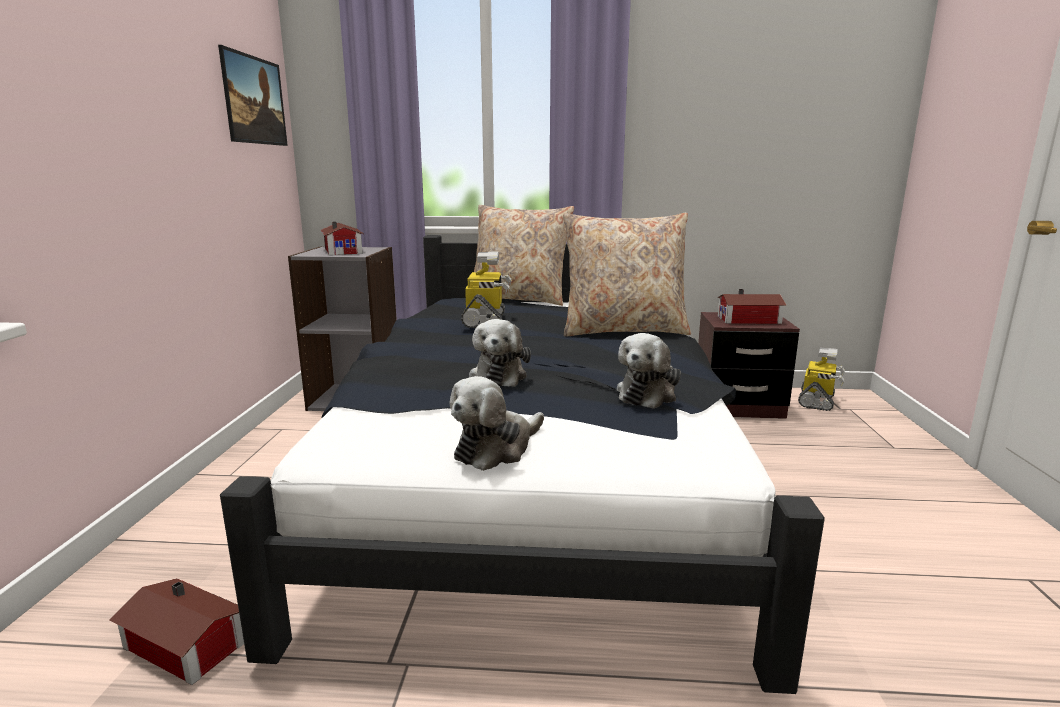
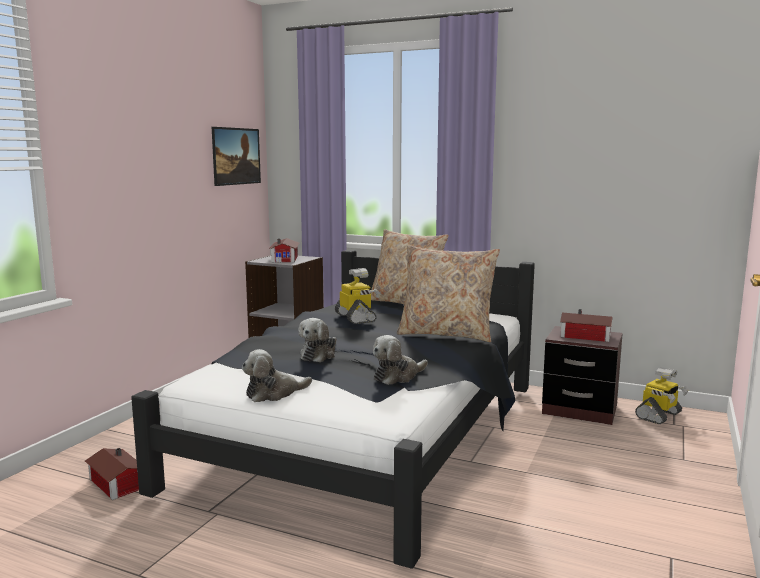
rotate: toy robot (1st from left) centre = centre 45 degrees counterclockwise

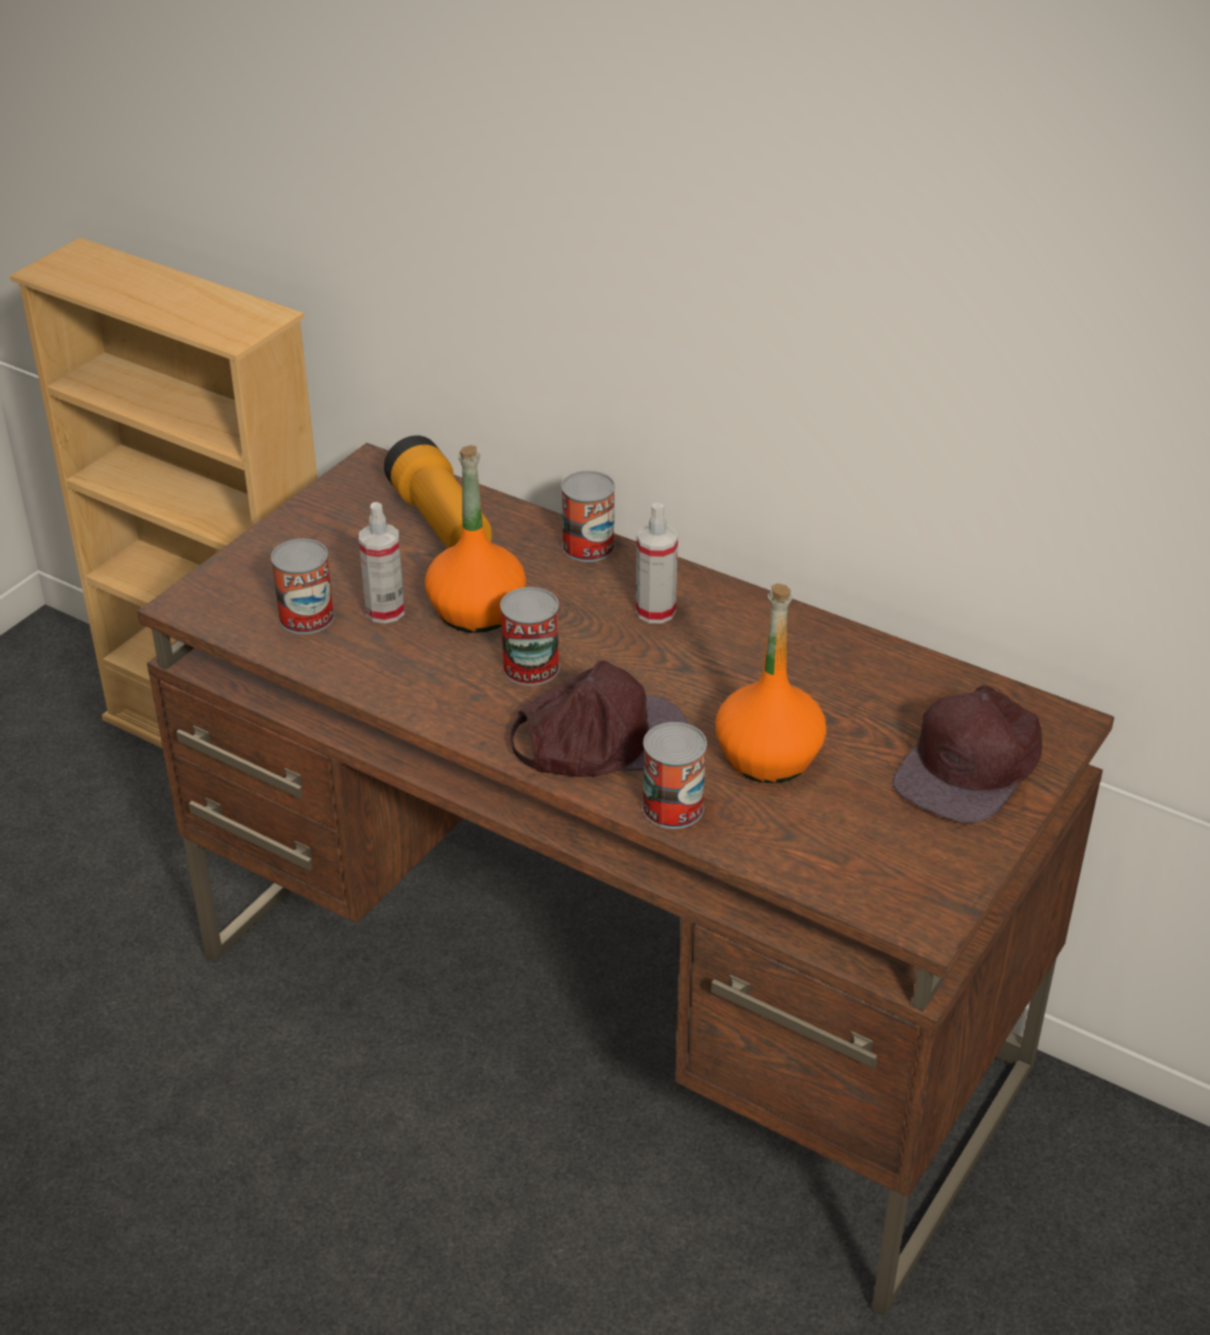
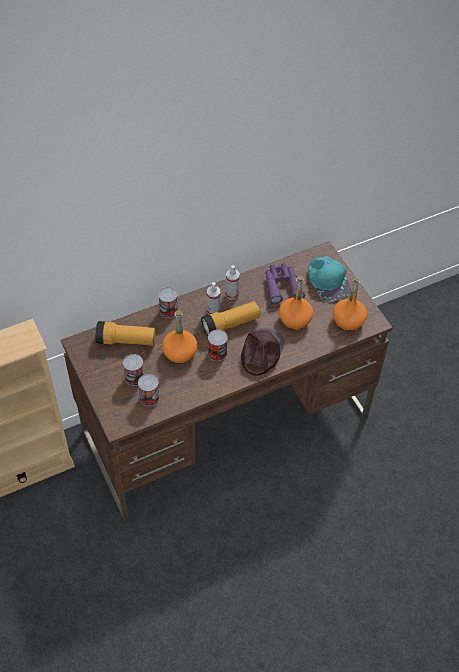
insert: flashlight (2nd from left) centre; purple binoculars centre; orange bottle (3rd from left) middle right
move: spray bottle (1st from left in the first image) middle left to spray bottle (2nd from left) centre; can (4th from left in the first image) centre to can (1st from left) middle left
recolor: brown cap (2nd from left) middle right to turquoise cap middle right

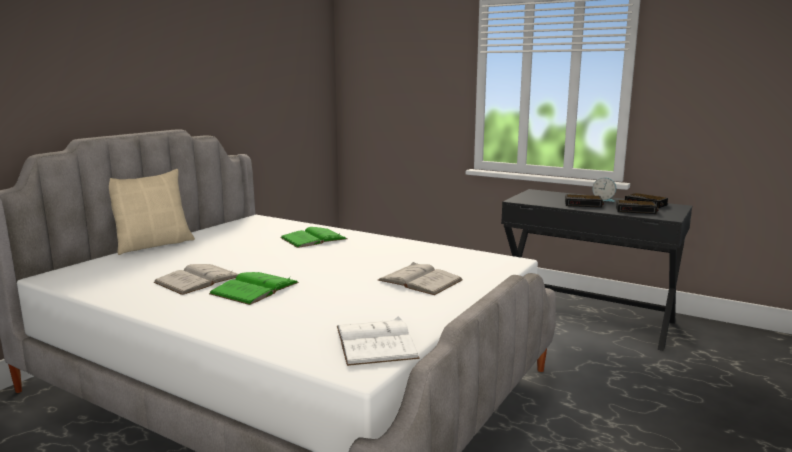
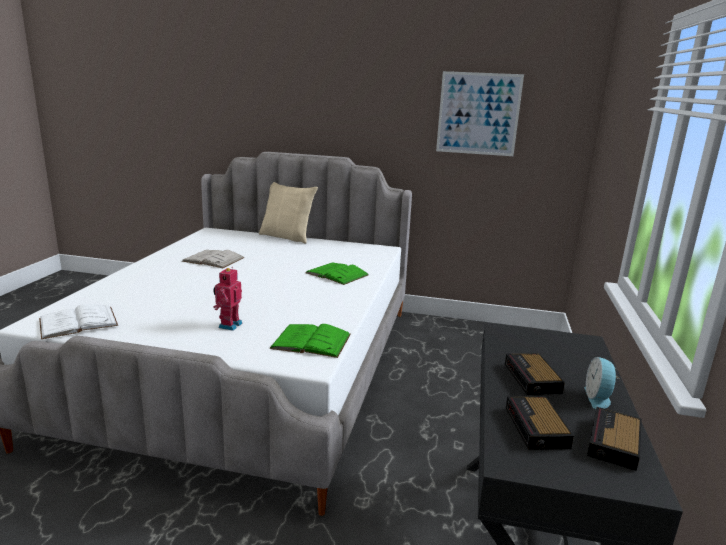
insert: picture top centre
move: green book (1st from left) middle left to centre
replace: white book (3rd from left) centre to toy robot middle left

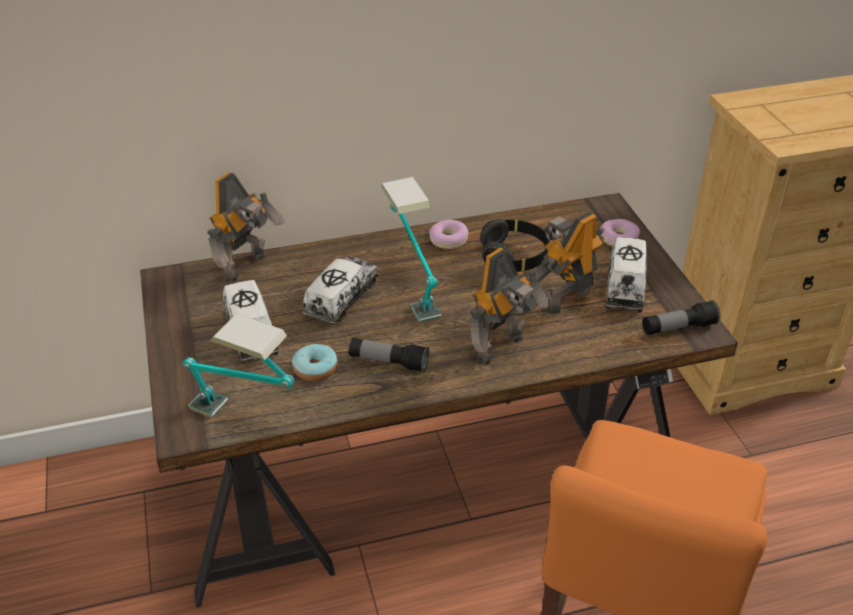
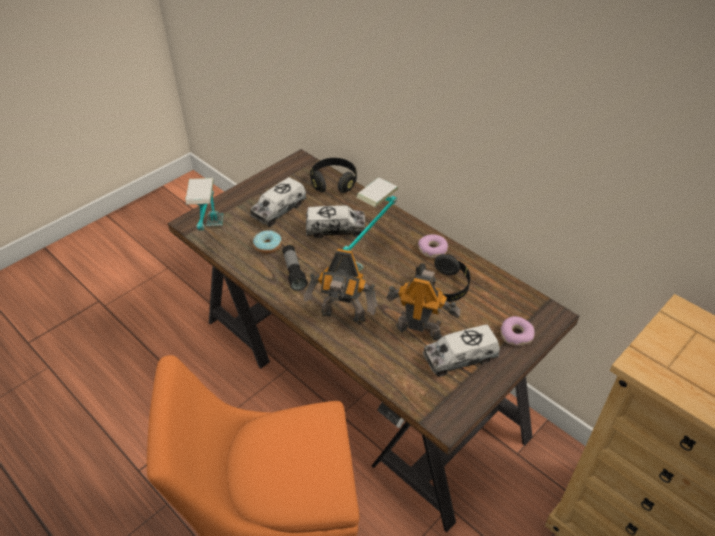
delete: flashlight (2nd from left) middle right
replace: toy robot (1st from left) middle left to black headphones (1st from left) top centre

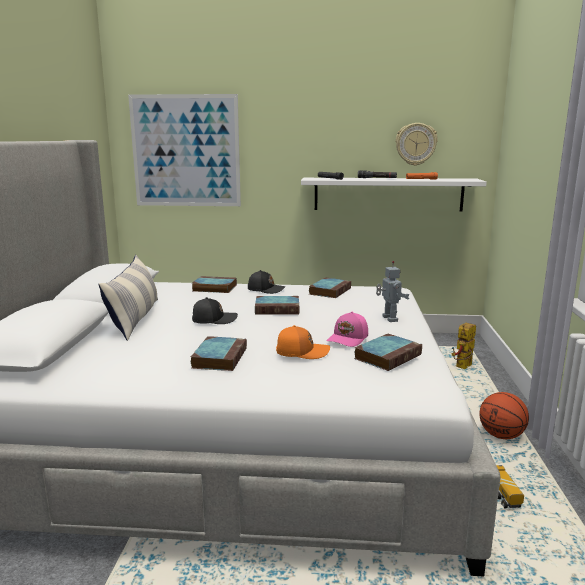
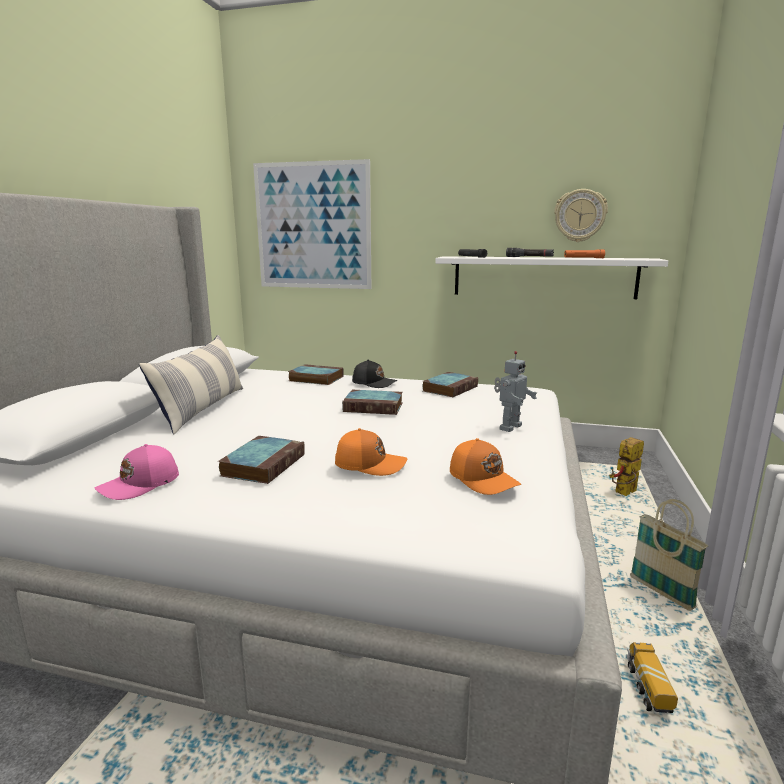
delete: black cap (1st from left) centre
move: pink cap centre to middle left
replace: book (5th from left) centre to orange cap (2nd from left) centre; basketball bottom right to basket bottom right
rotate: toy robot (1st from left) middle right = centre 45 degrees clockwise

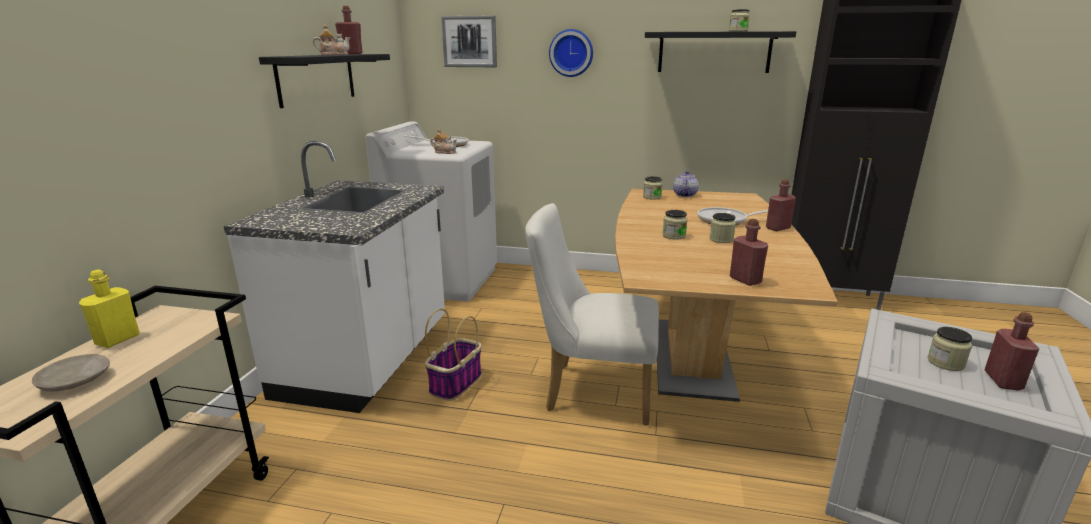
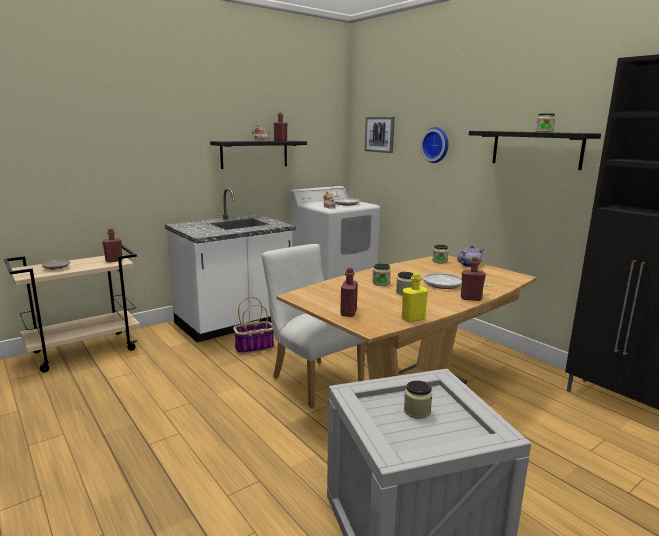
move: yellow bottle middle left to centre; red bottle (4th from left in the first image) bottom right to red bottle (1st from left) middle left

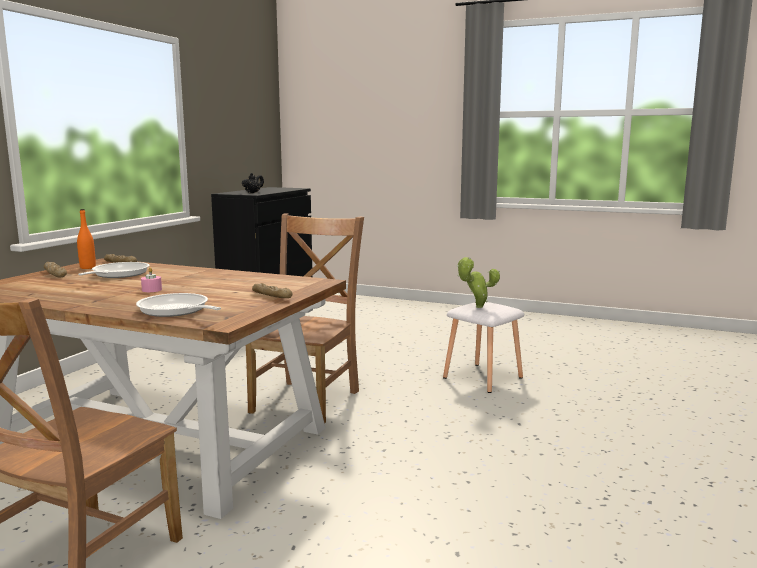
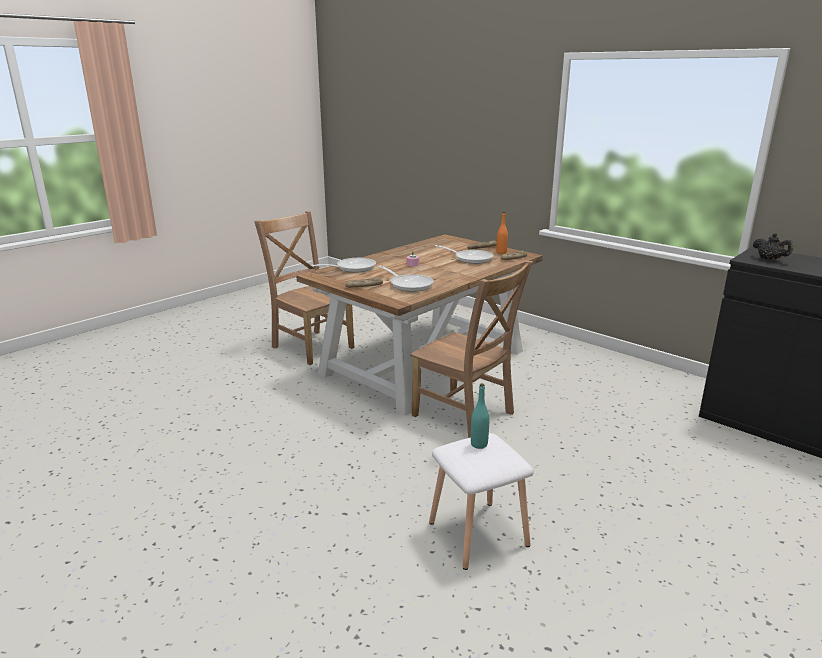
insert: frying pan (2nd from left) centre
replace: potted plant centre to turquoise bottle centre

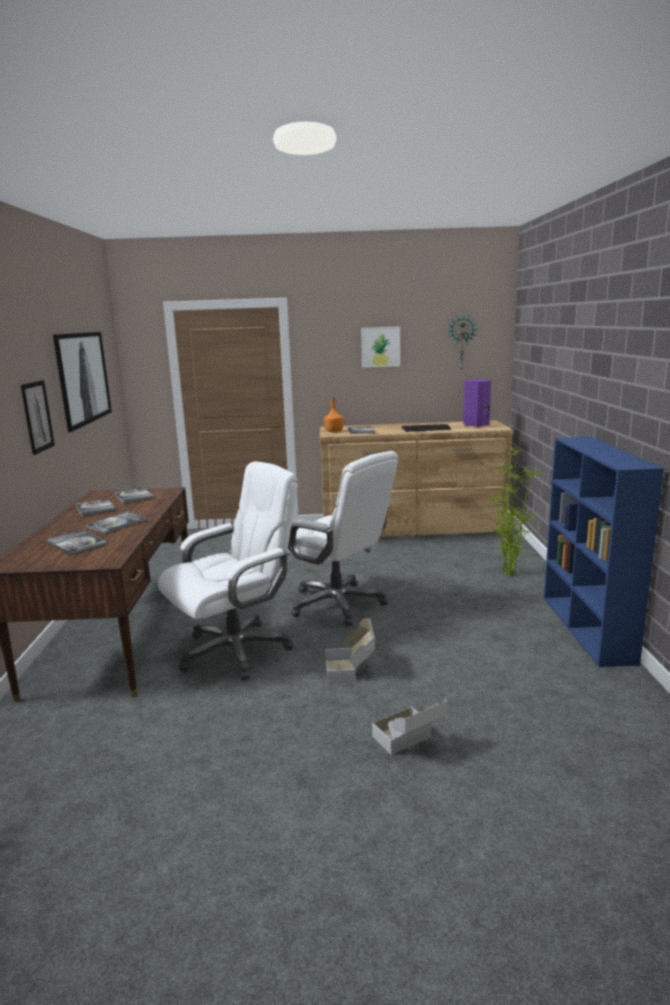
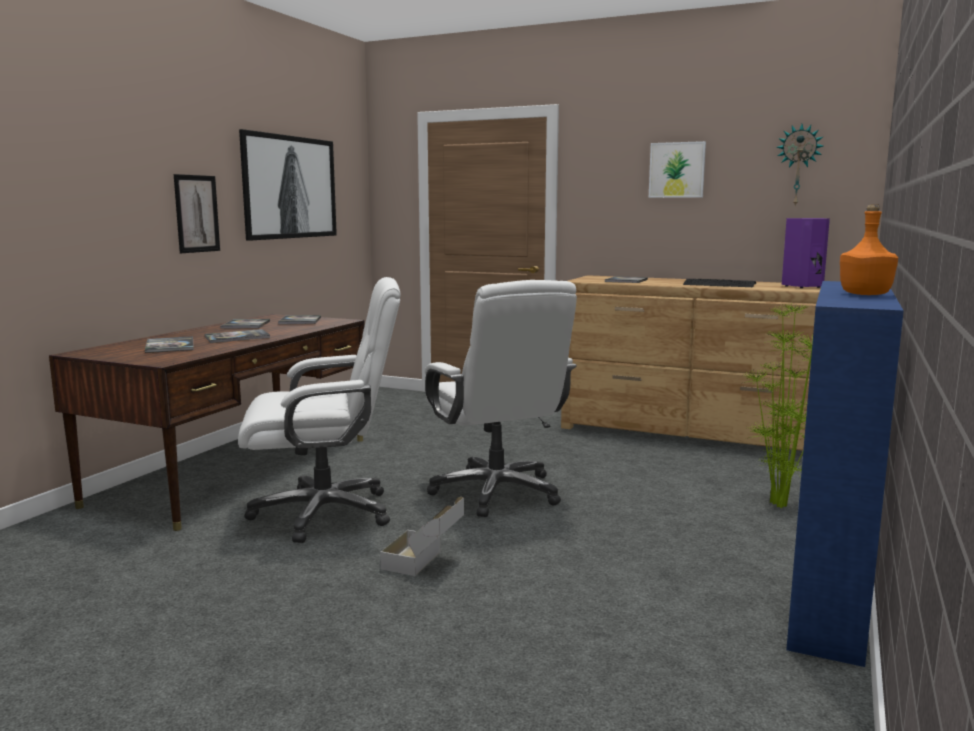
delete: cardboard box (2nd from left) bottom centre
move: orange bottle centre to middle right

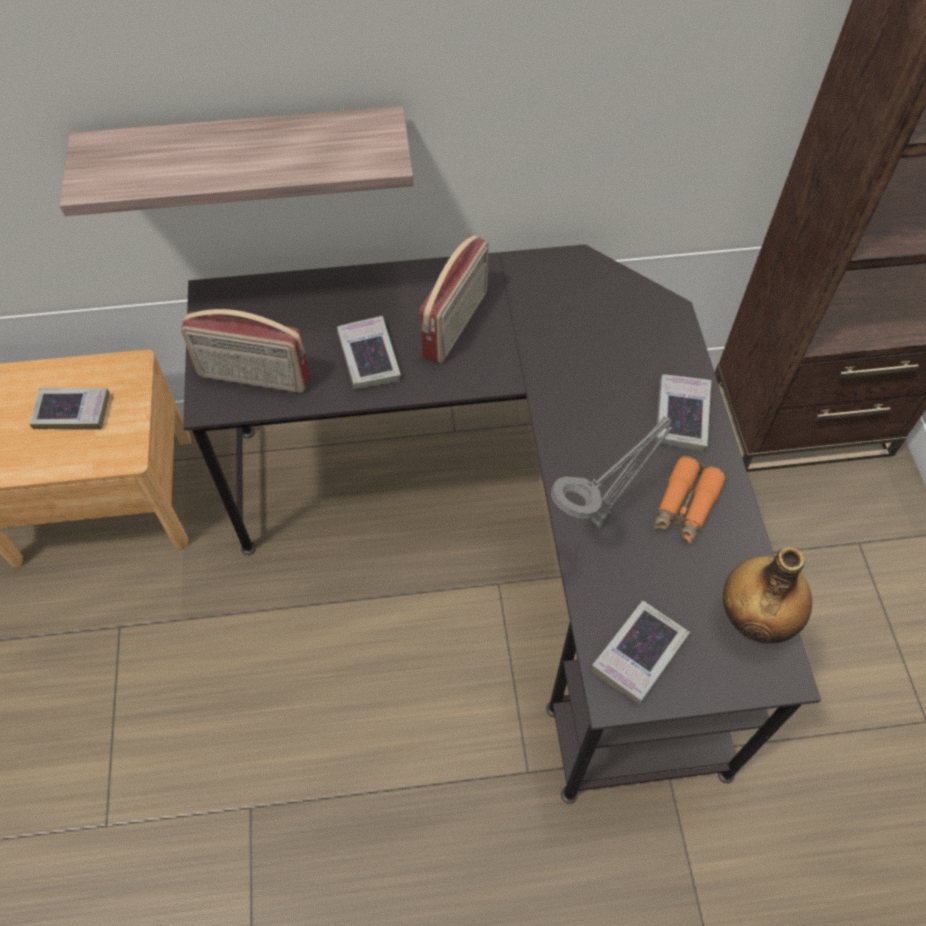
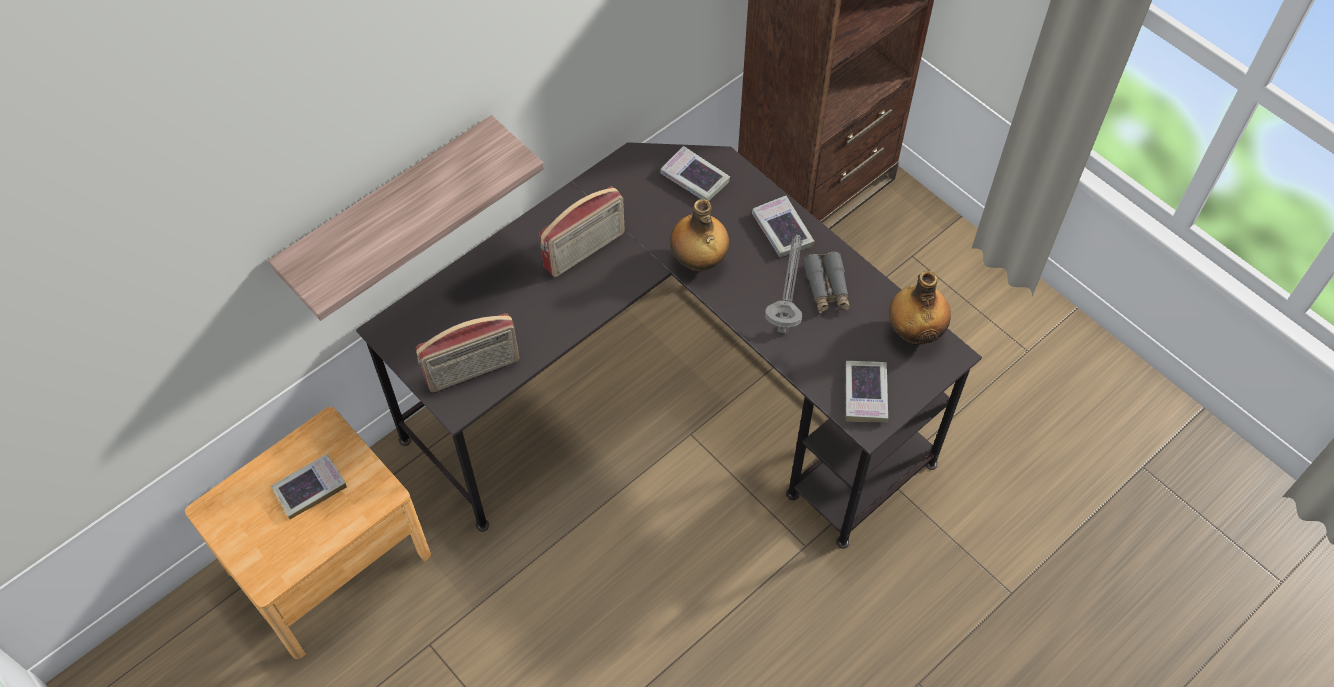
insert: bottle (1st from left) centre
move: book (2nd from left) centre to top centre
recolor: orange binoculars middle right to grey binoculars centre
rotate: radio (2nd from left) top centre = centre 60 degrees clockwise

